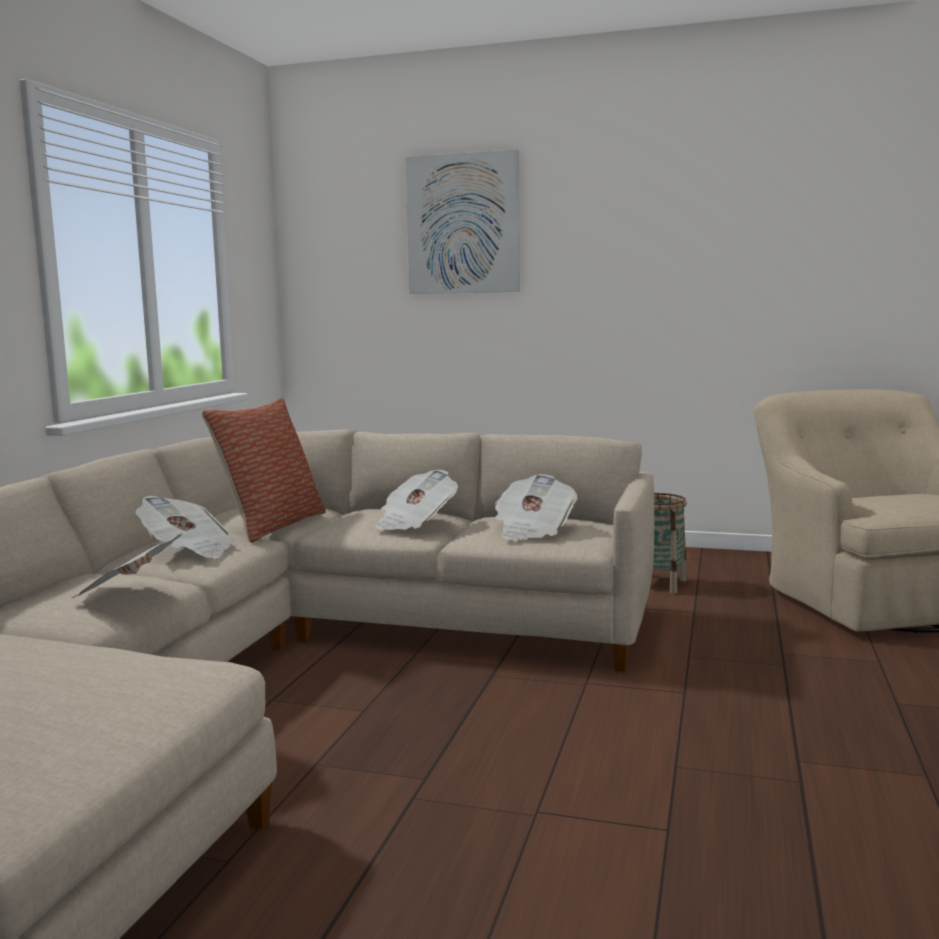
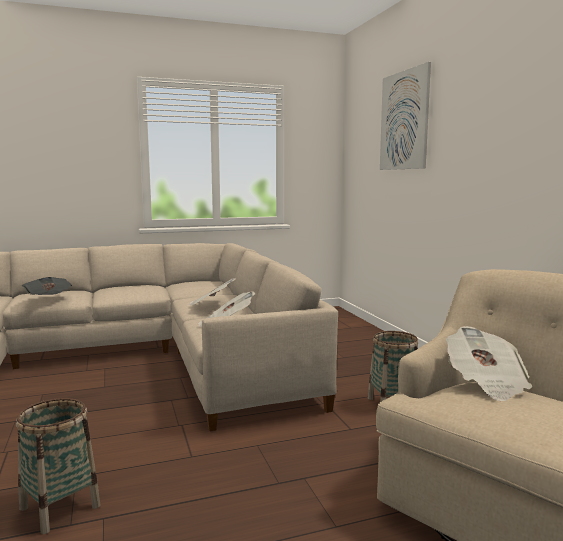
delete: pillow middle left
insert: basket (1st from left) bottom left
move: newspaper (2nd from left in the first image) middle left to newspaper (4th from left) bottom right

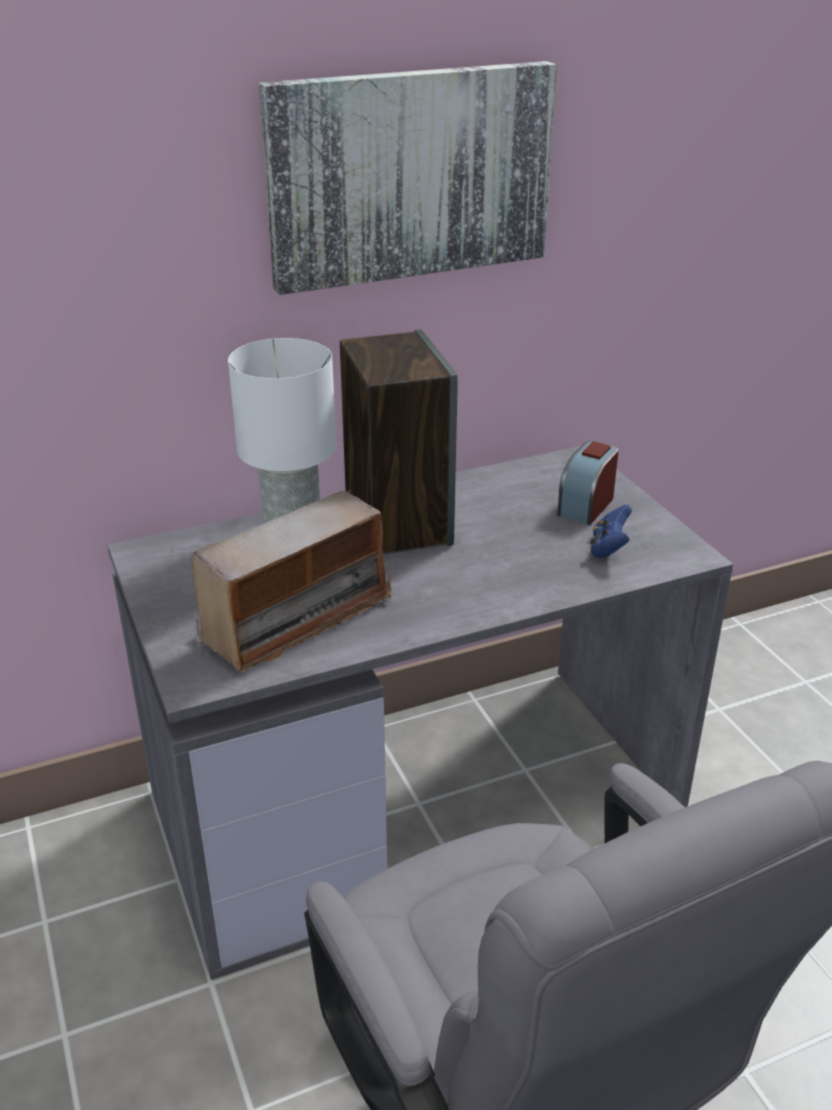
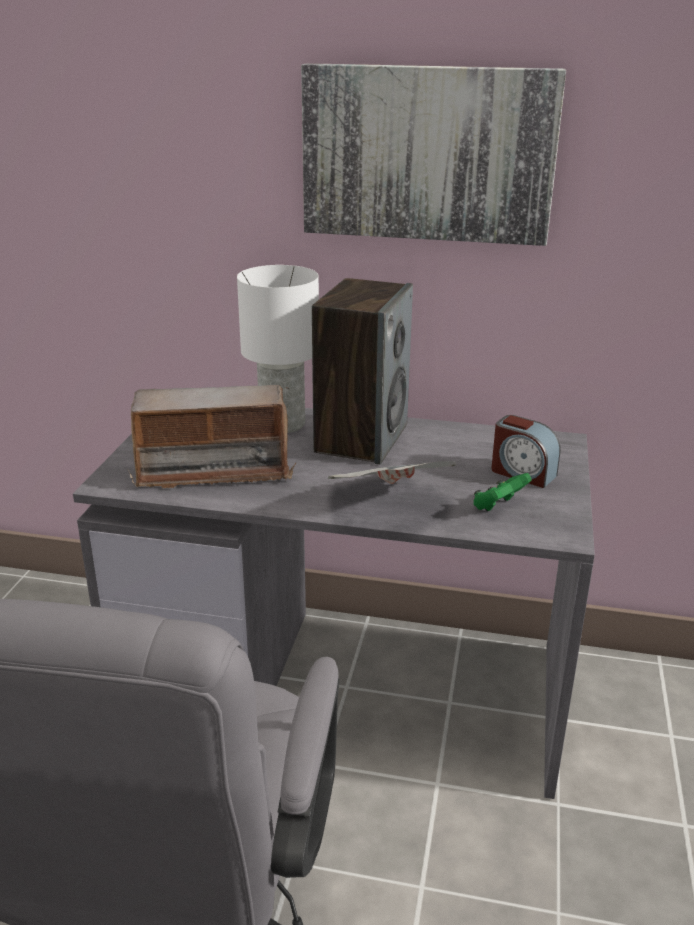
insert: newspaper centre
recolor: blue game controller middle right to green game controller middle right
rotate: alarm clock middle right = middle right 120 degrees counterclockwise

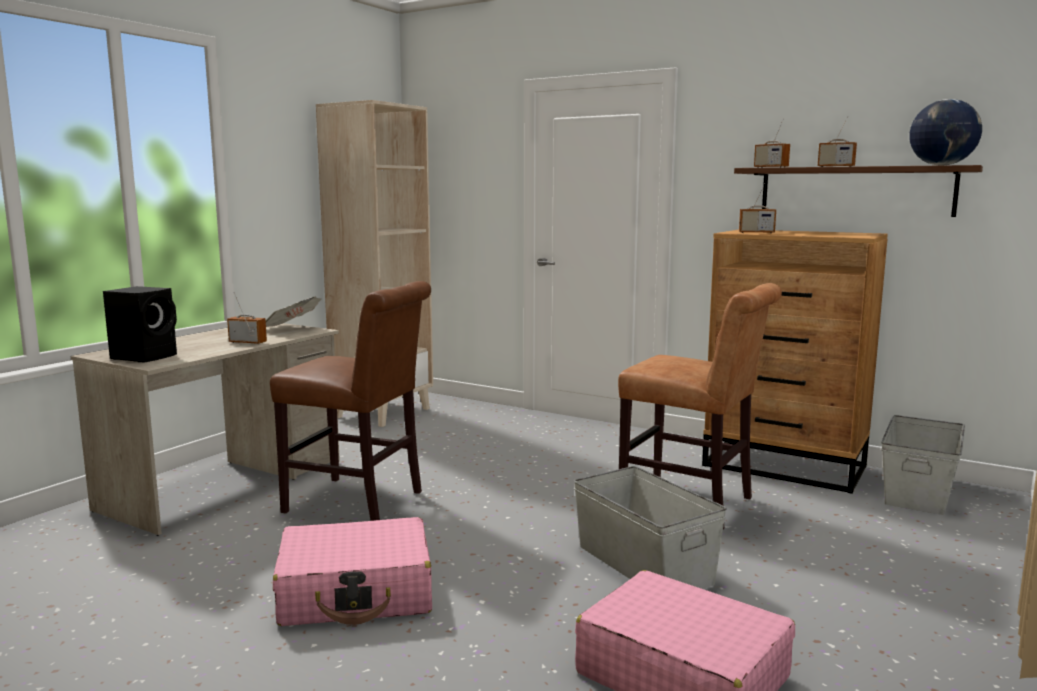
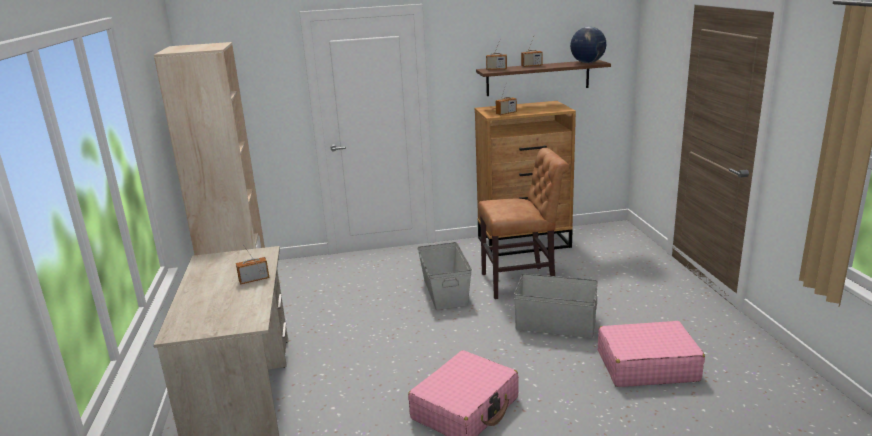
delete: black speaker middle left; newspaper middle left; brown chair (1st from left) centre
move: grey storage box (2nd from left in the first image) bottom right to grey storage box (1st from left) centre

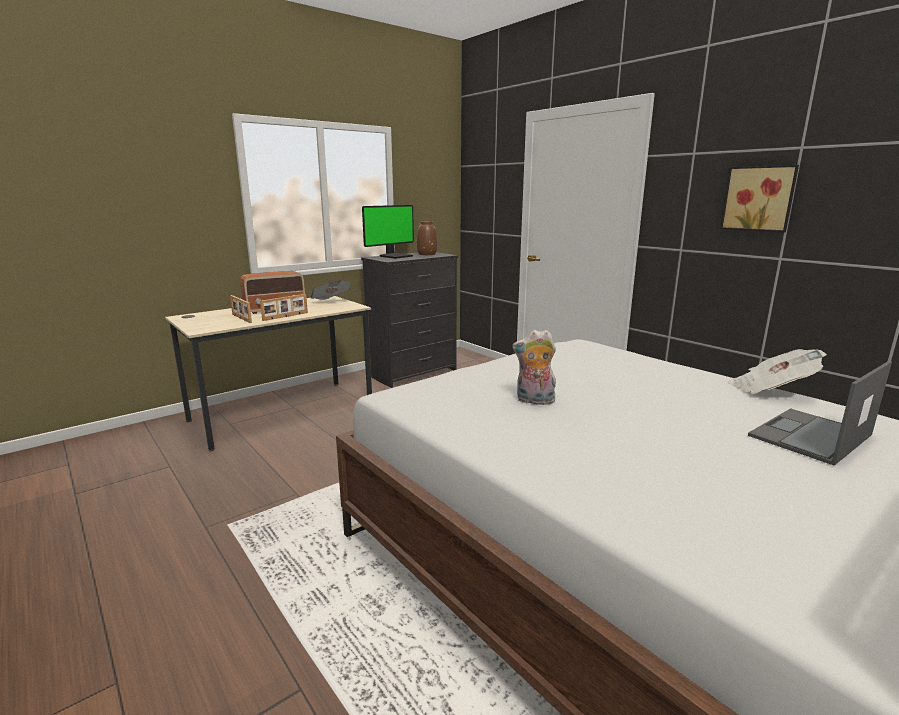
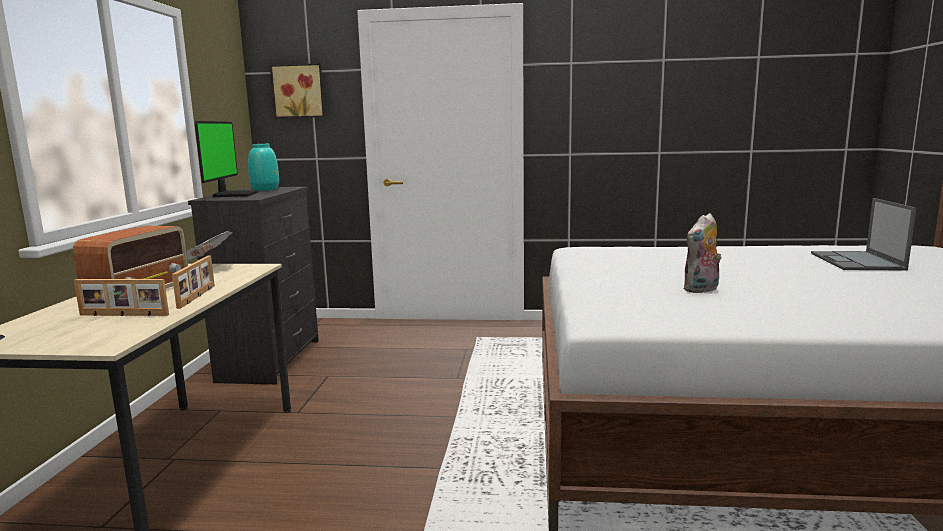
delete: newspaper (2nd from left) middle right
move: picture top right to top left
recolor: brown vase top centre to turquoise vase top left

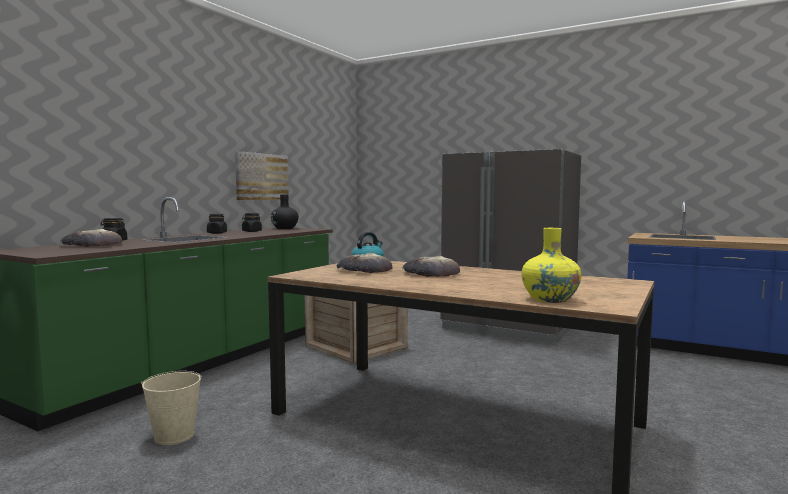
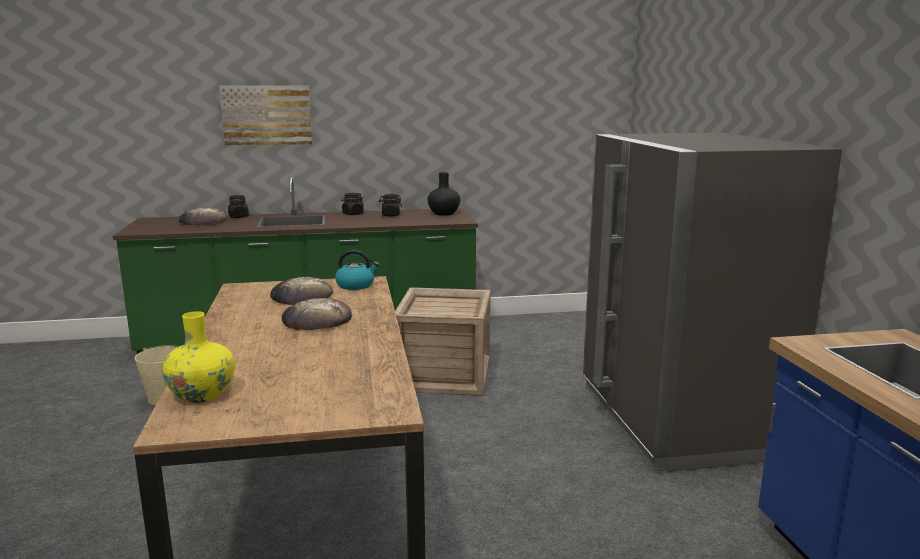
move: picture middle left to top left

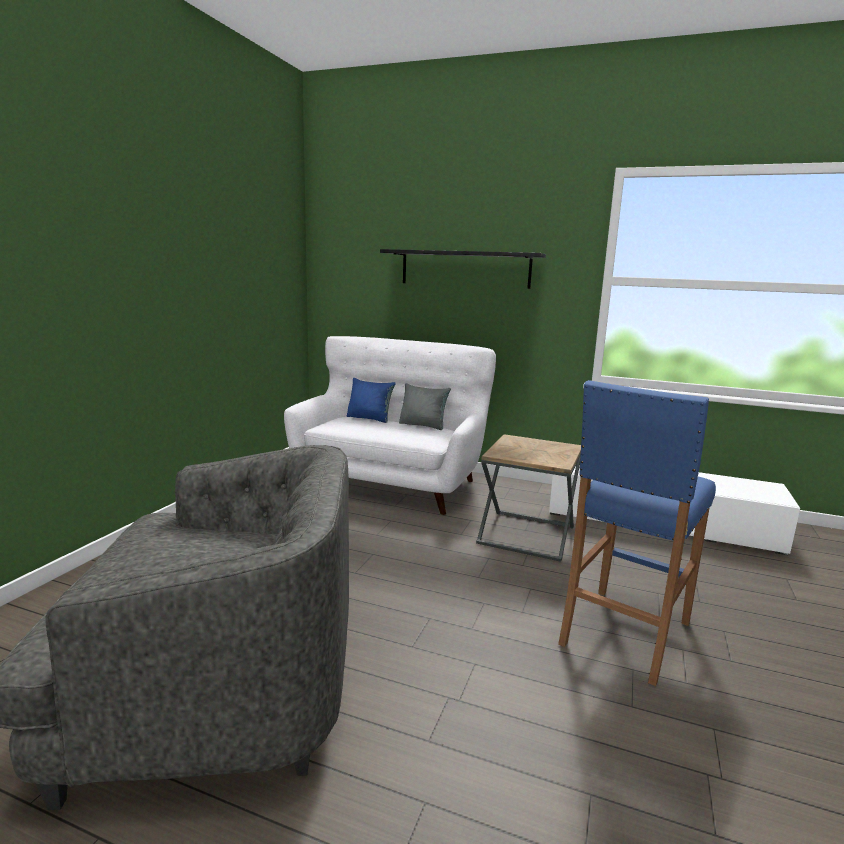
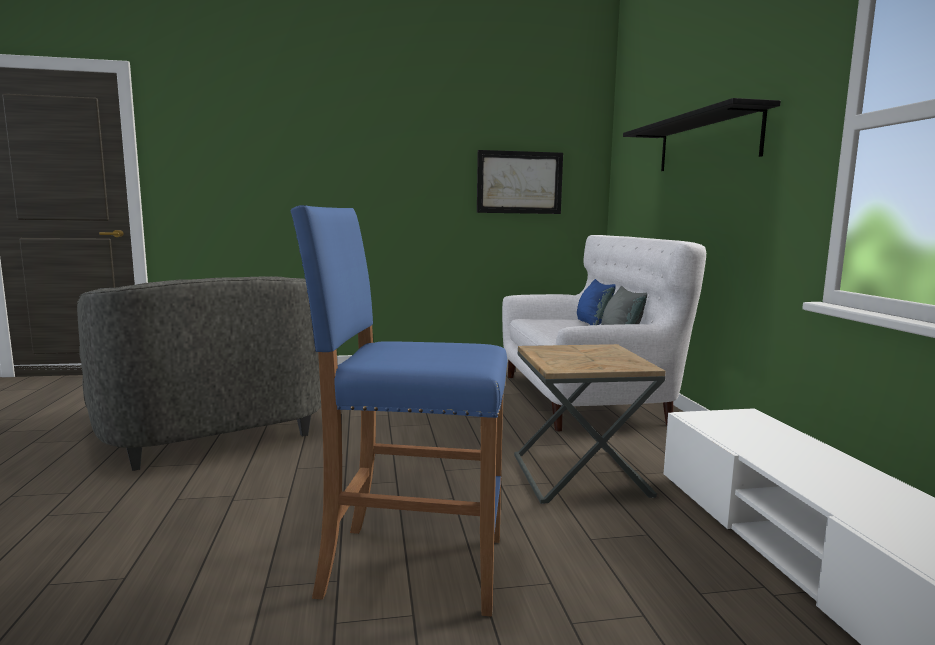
insert: picture top centre

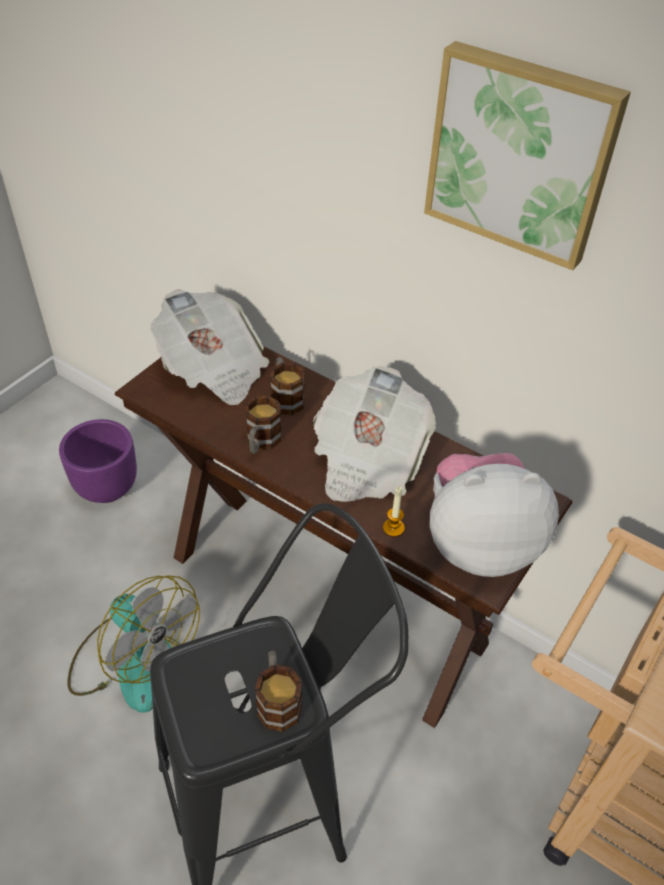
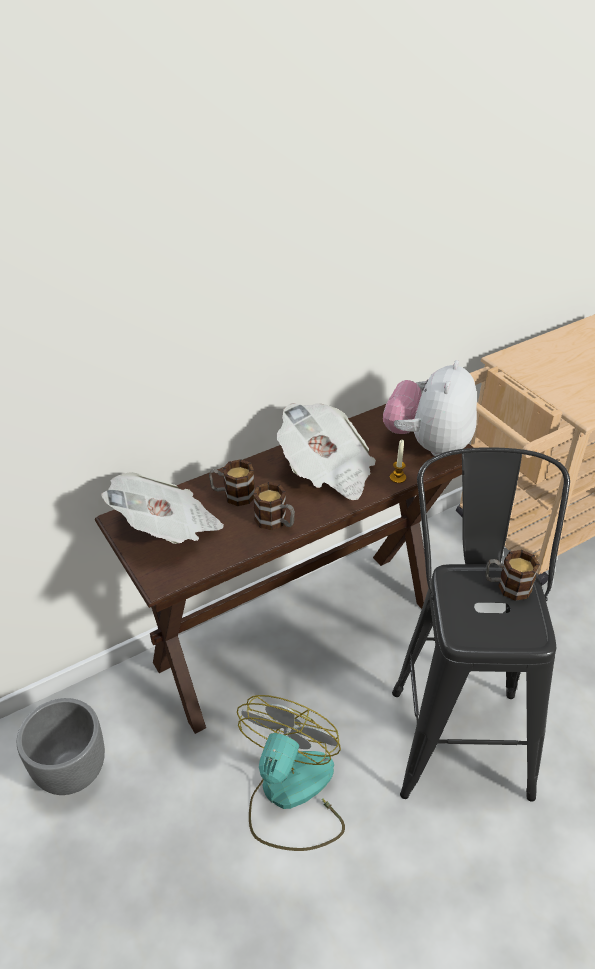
delete: picture top right
recolor: purple planter middle left to grey planter bottom left
rotate: fan bottom left = bottom centre 45 degrees counterclockwise

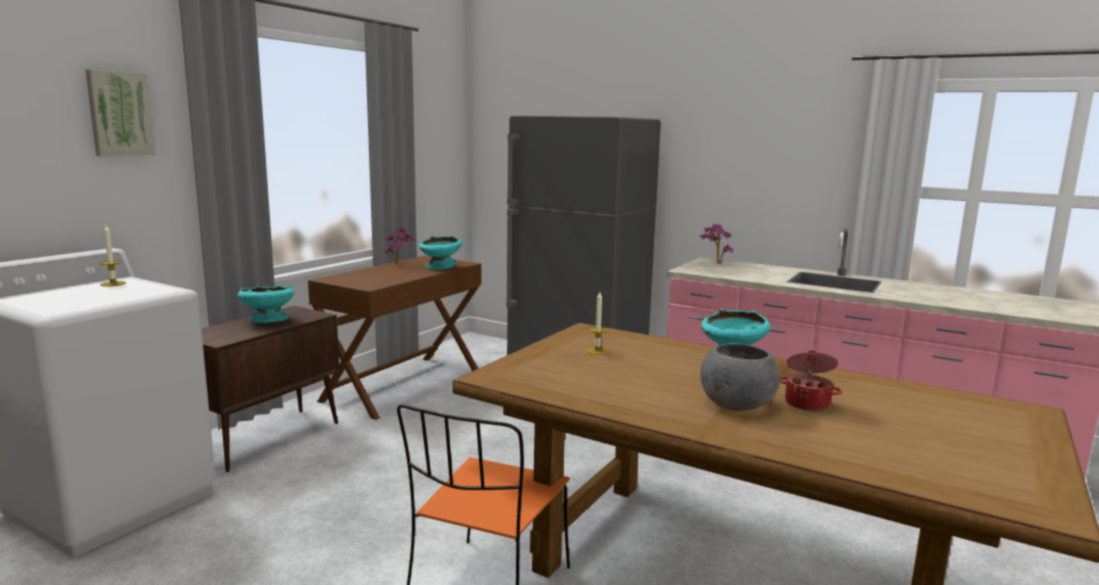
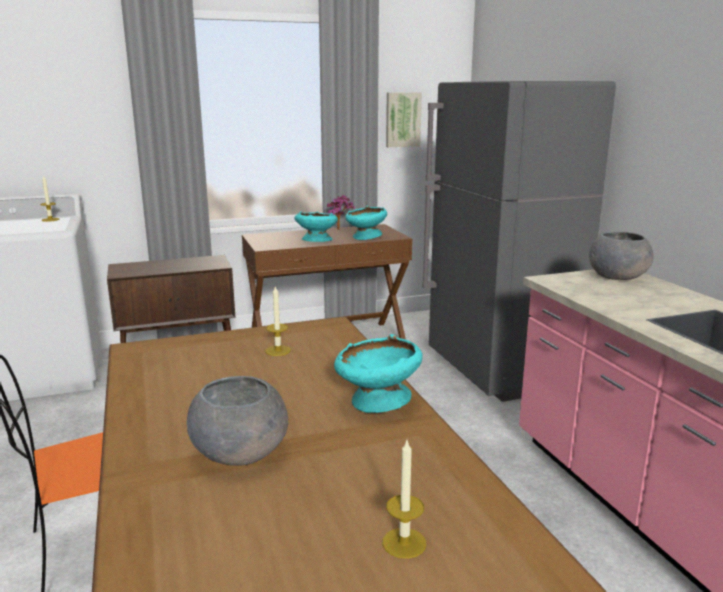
delete: cooking pot middle right
insert: candle (3rd from left) bottom centre
move: picture top left to top centre; turquoise bowl (1st from left) middle left to centre
replace: potted plant (2nd from left) centre to grey bowl (2nd from left) middle right

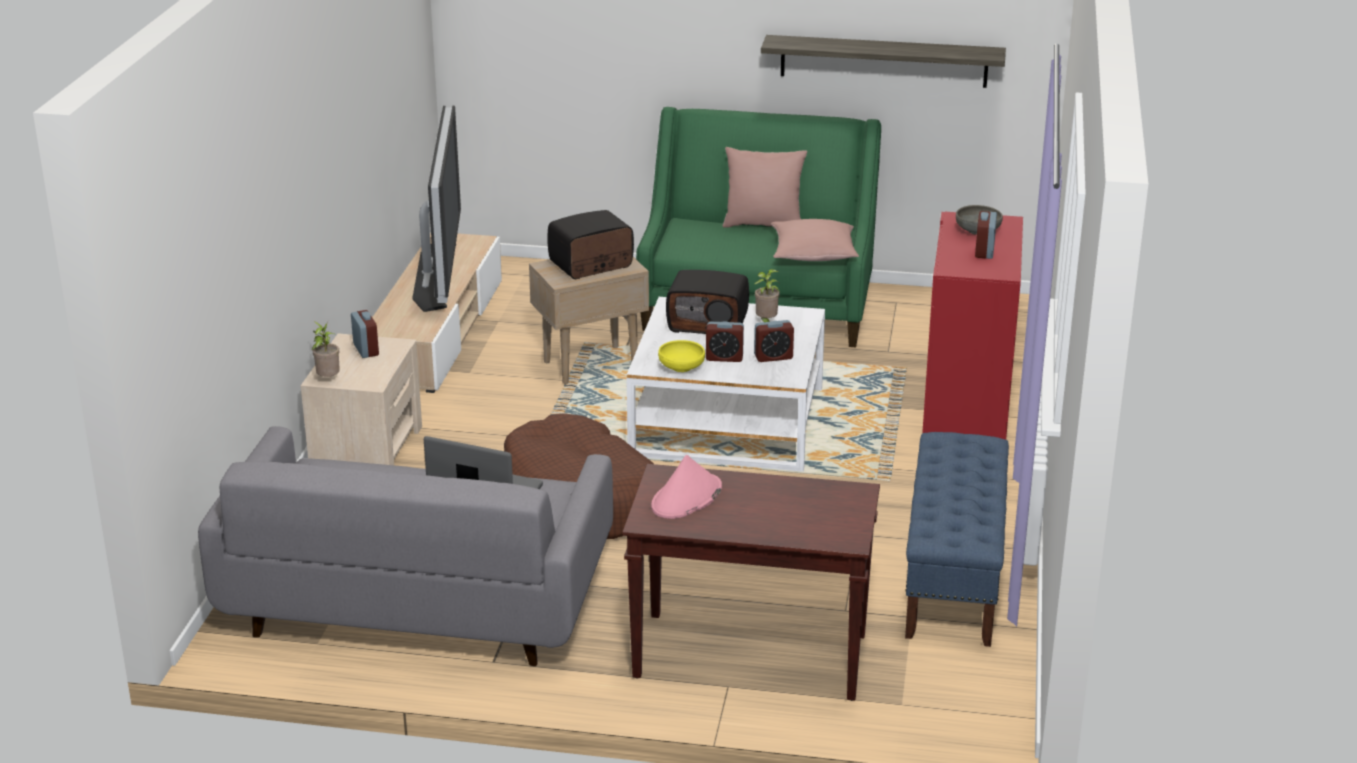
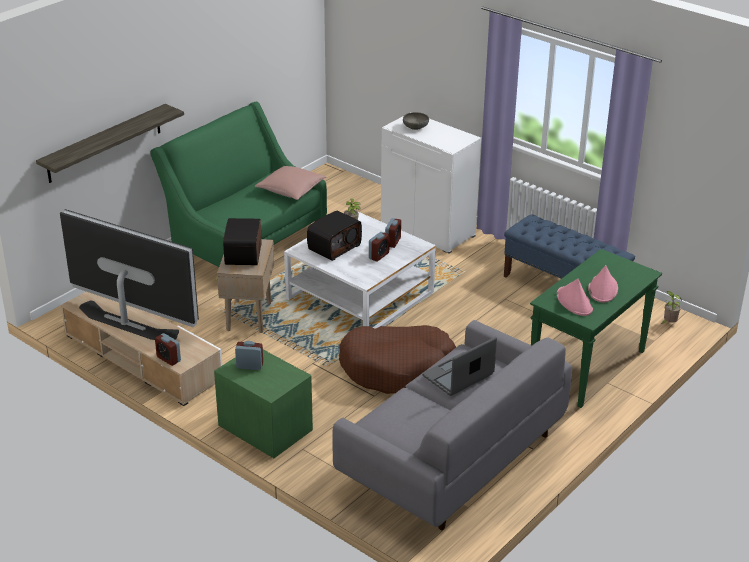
delete: yellow bowl centre; pink pillow (1st from left) top centre
insert: pink hat (2nd from left) middle right
move: potted plant (1st from left in the first image) middle left to potted plant (2nd from left) middle right; shelf top centre to top left; alarm clock (4th from left in the first image) top right to alarm clock (1st from left) middle left
recolor: beige nightstand middle left to green nightstand bottom centre; brown console table bottom centre to green console table middle right; red cabinet middle right to white cabinet top centre

